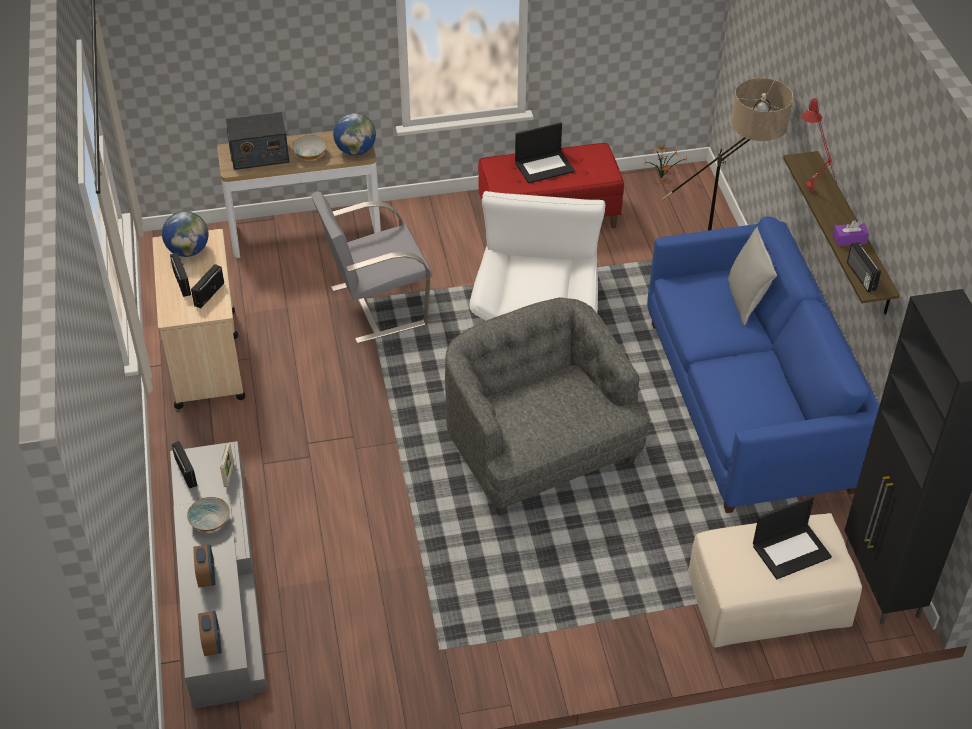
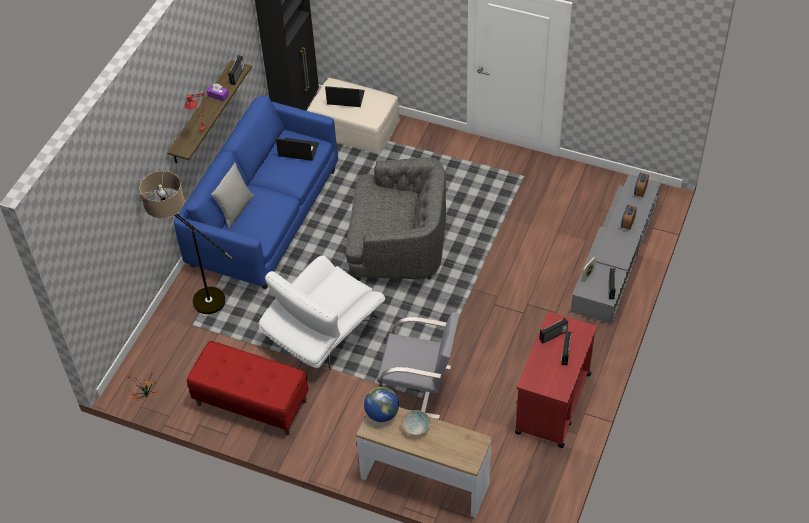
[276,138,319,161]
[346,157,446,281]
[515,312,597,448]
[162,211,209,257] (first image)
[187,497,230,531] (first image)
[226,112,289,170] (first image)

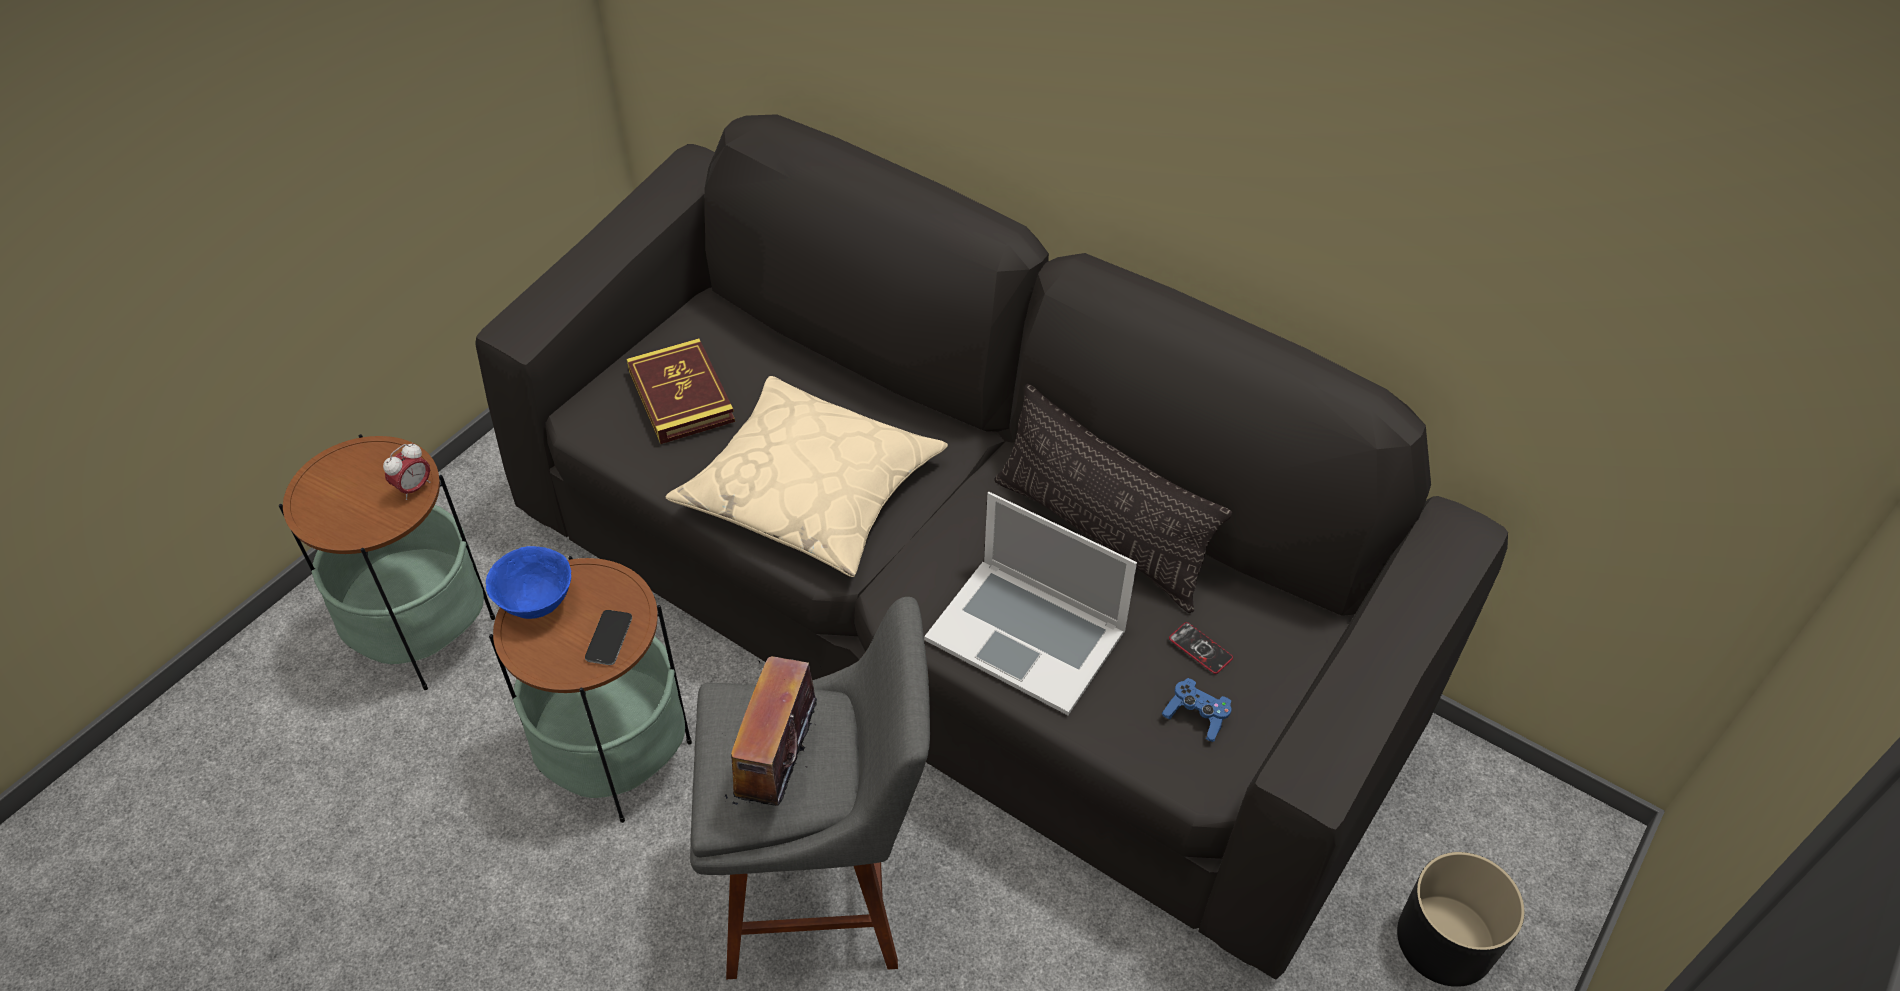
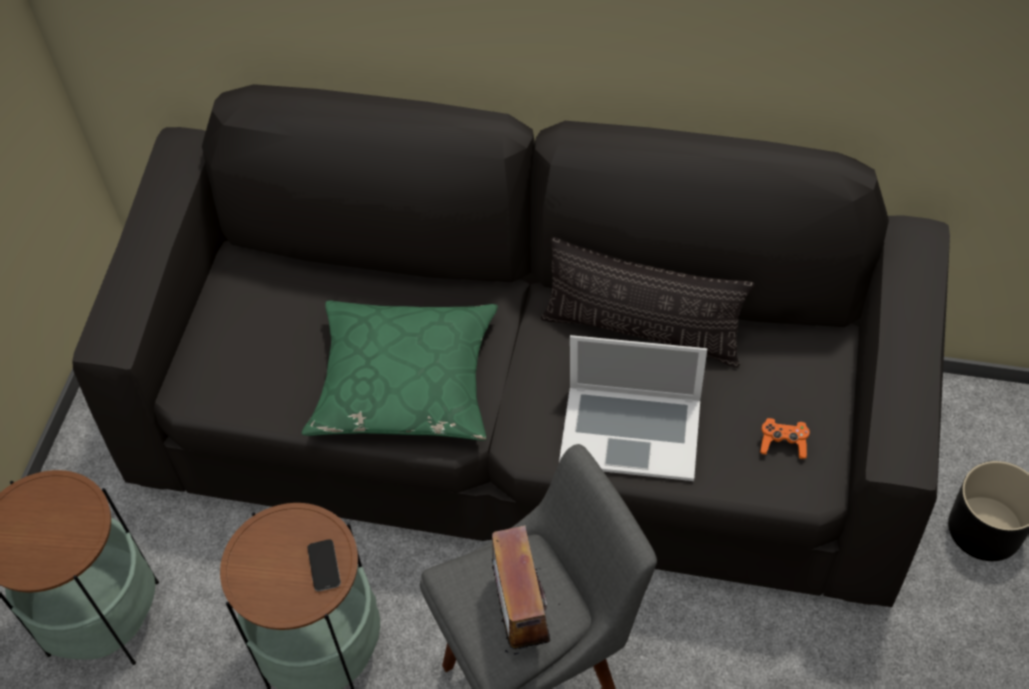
[302,300,498,441]
[760,418,810,459]
[383,443,430,500] (first image)
[486,546,571,619] (first image)
[627,338,735,444] (first image)
[1169,622,1233,674] (first image)

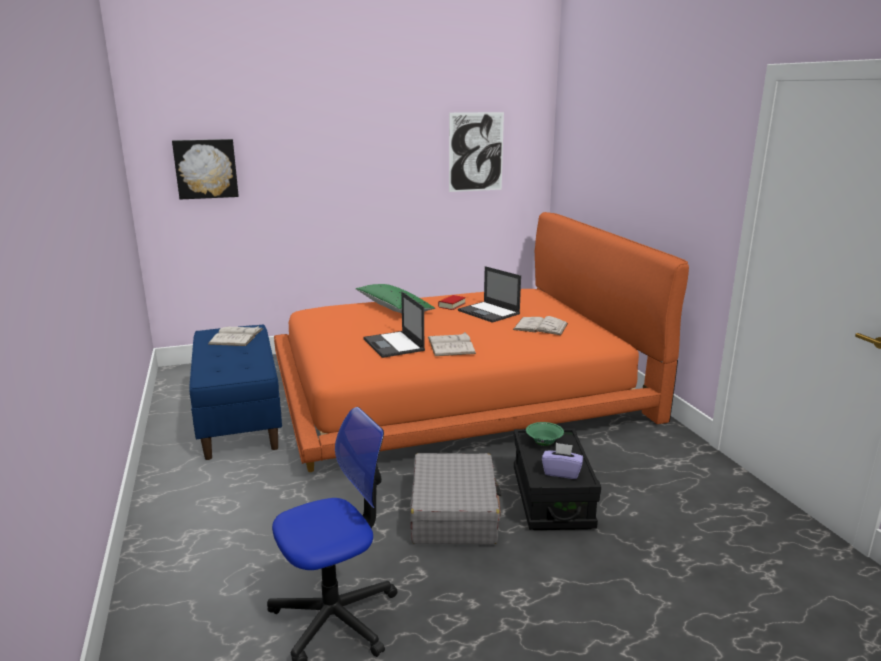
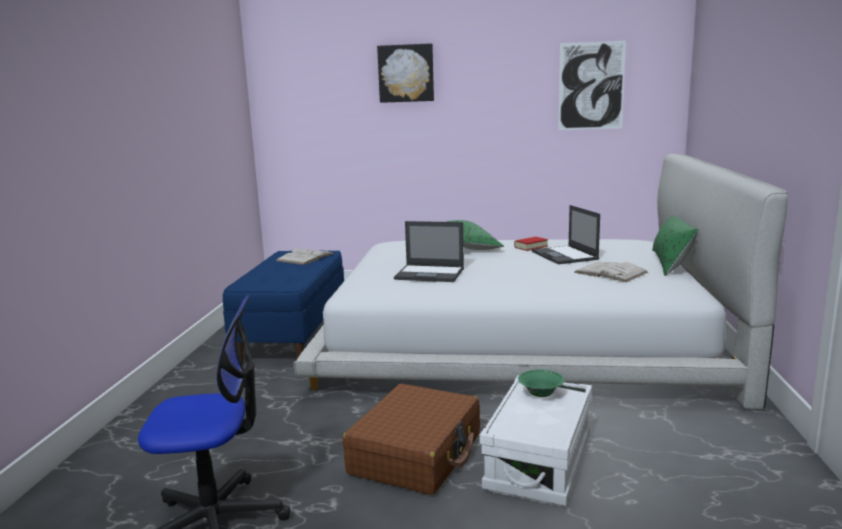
[294,154,788,409]
[343,384,480,495]
[377,43,434,103]
[394,221,464,282]
[480,375,592,506]
[652,215,699,276]
[428,332,476,356] (first image)
[542,443,583,479] (first image)

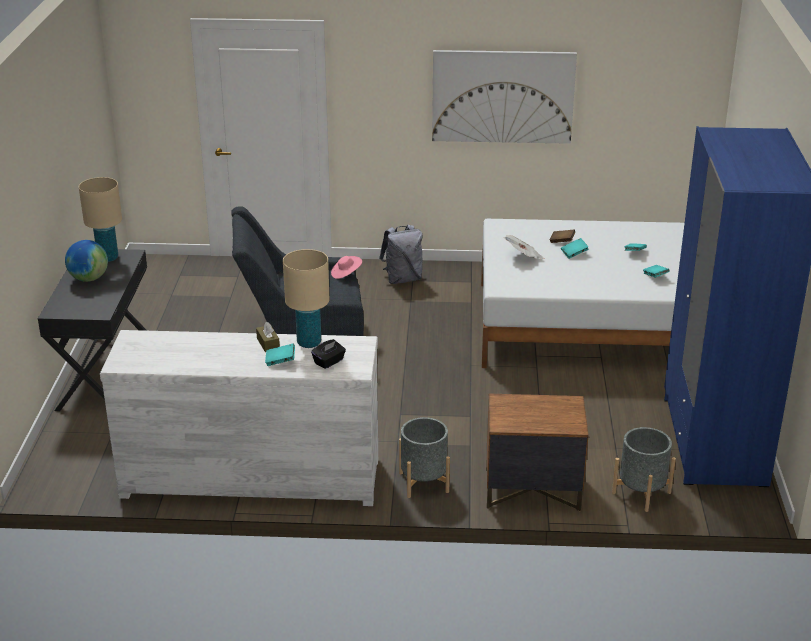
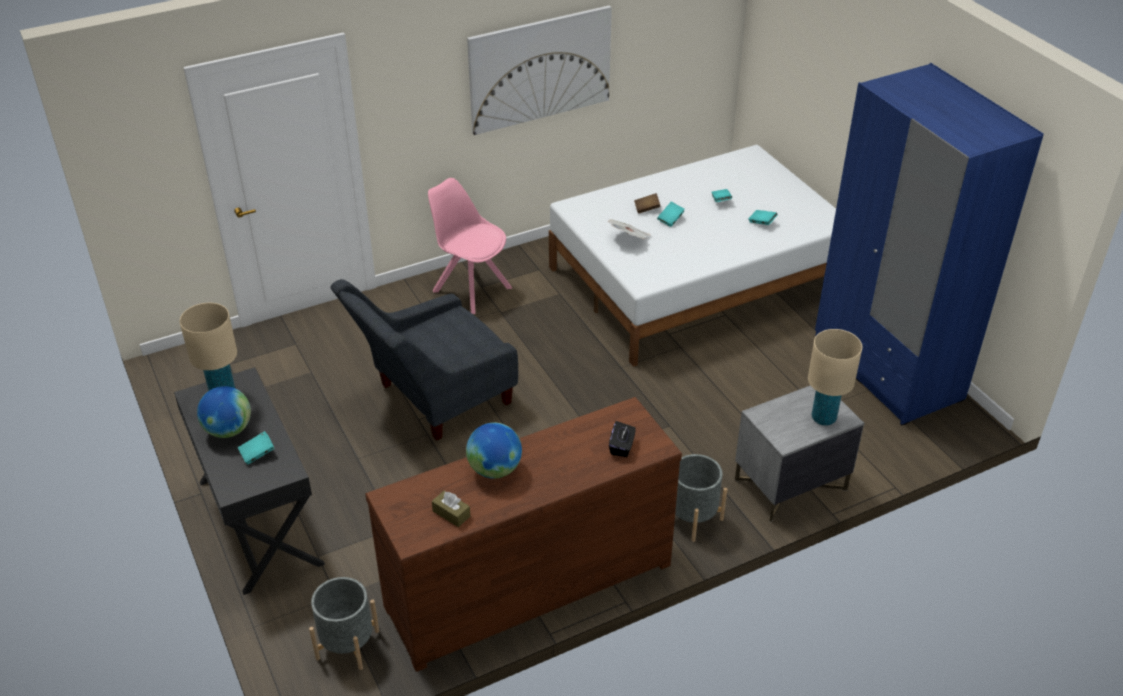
[238,431,275,464]
[309,577,379,670]
[365,397,682,672]
[428,178,512,314]
[432,491,470,527]
[466,423,522,479]
[735,385,864,522]
[808,329,862,426]
[331,256,362,279] (first image)

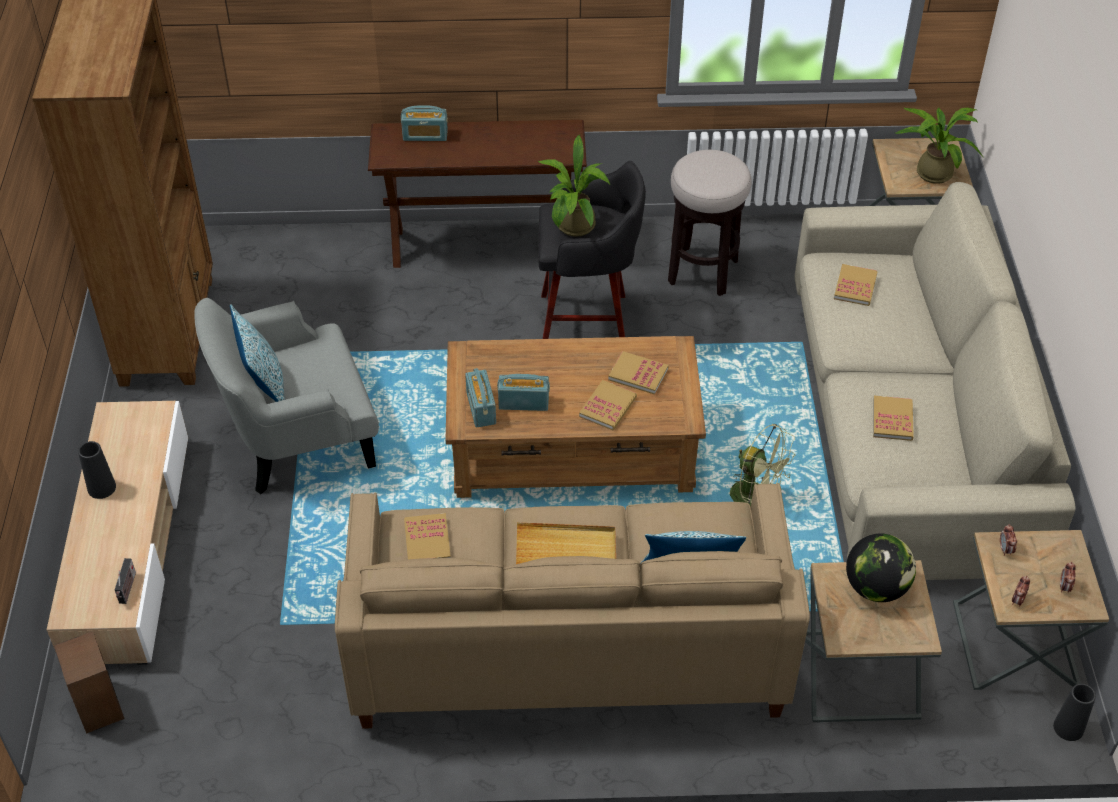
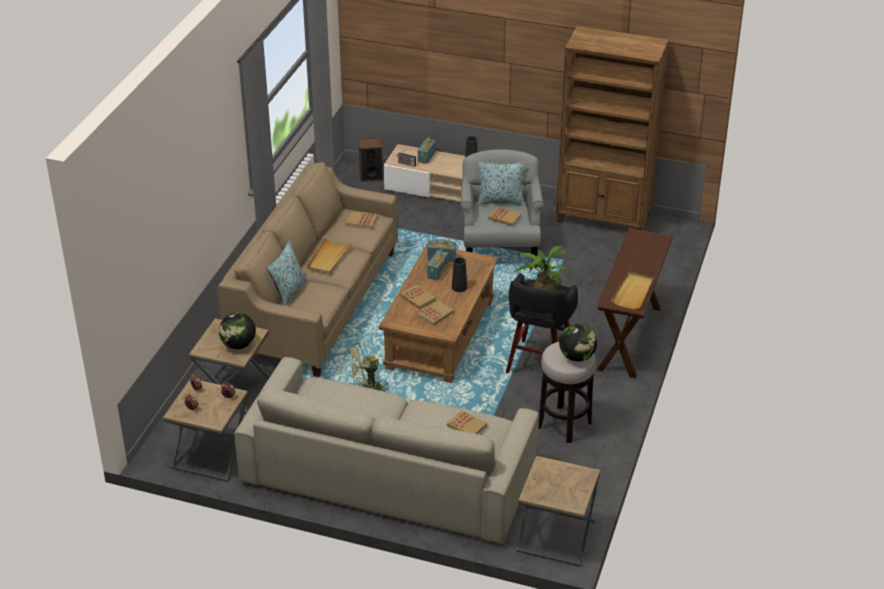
[418,137,436,164]
[452,257,467,292]
[488,206,521,226]
[559,324,597,362]
[611,271,654,309]
[895,107,984,184] (first image)

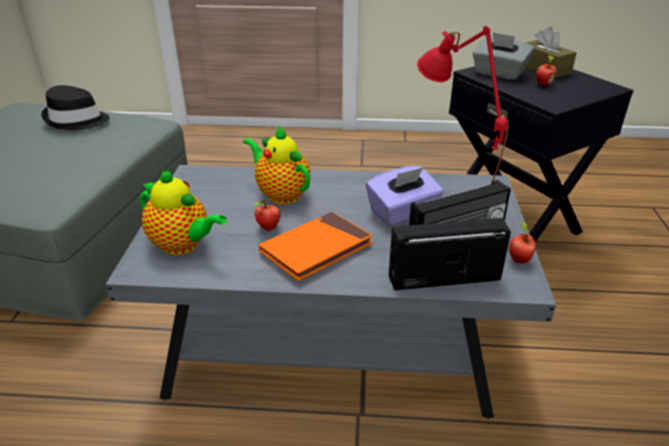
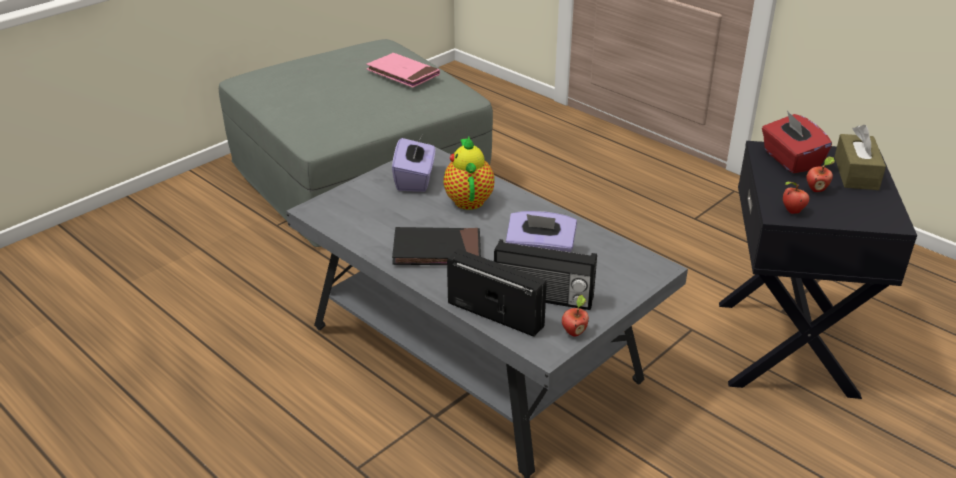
[366,53,440,88]
[392,135,435,192]
[392,227,481,265]
[762,111,832,173]
[783,182,809,214]
[140,169,227,255] (first image)
[417,26,509,184] (first image)

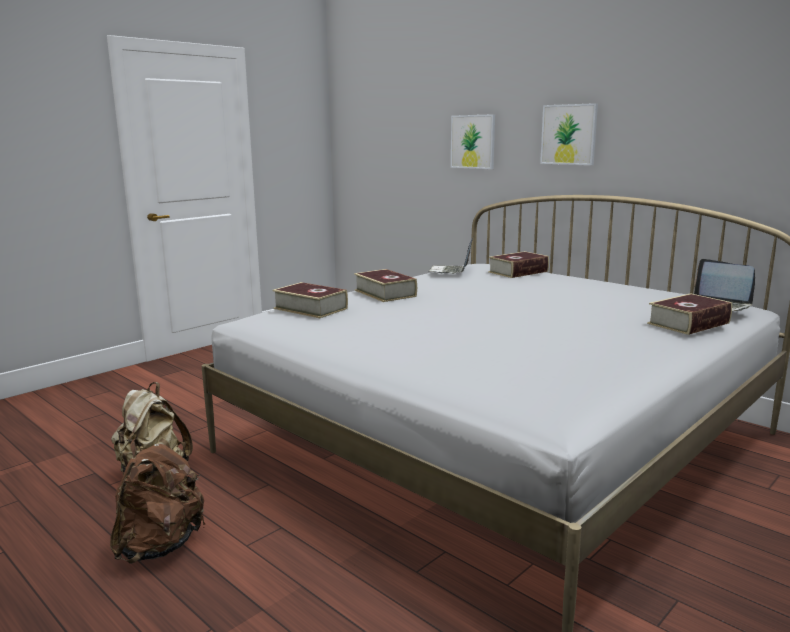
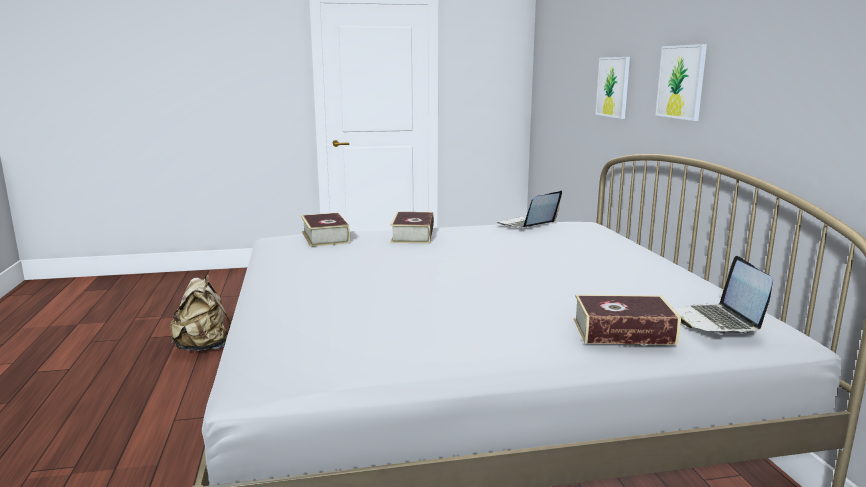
[110,439,206,563] (first image)
[488,251,549,278] (first image)

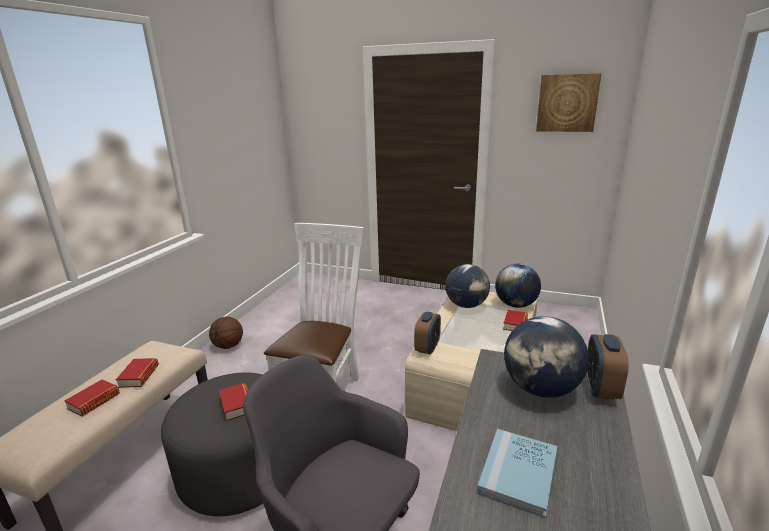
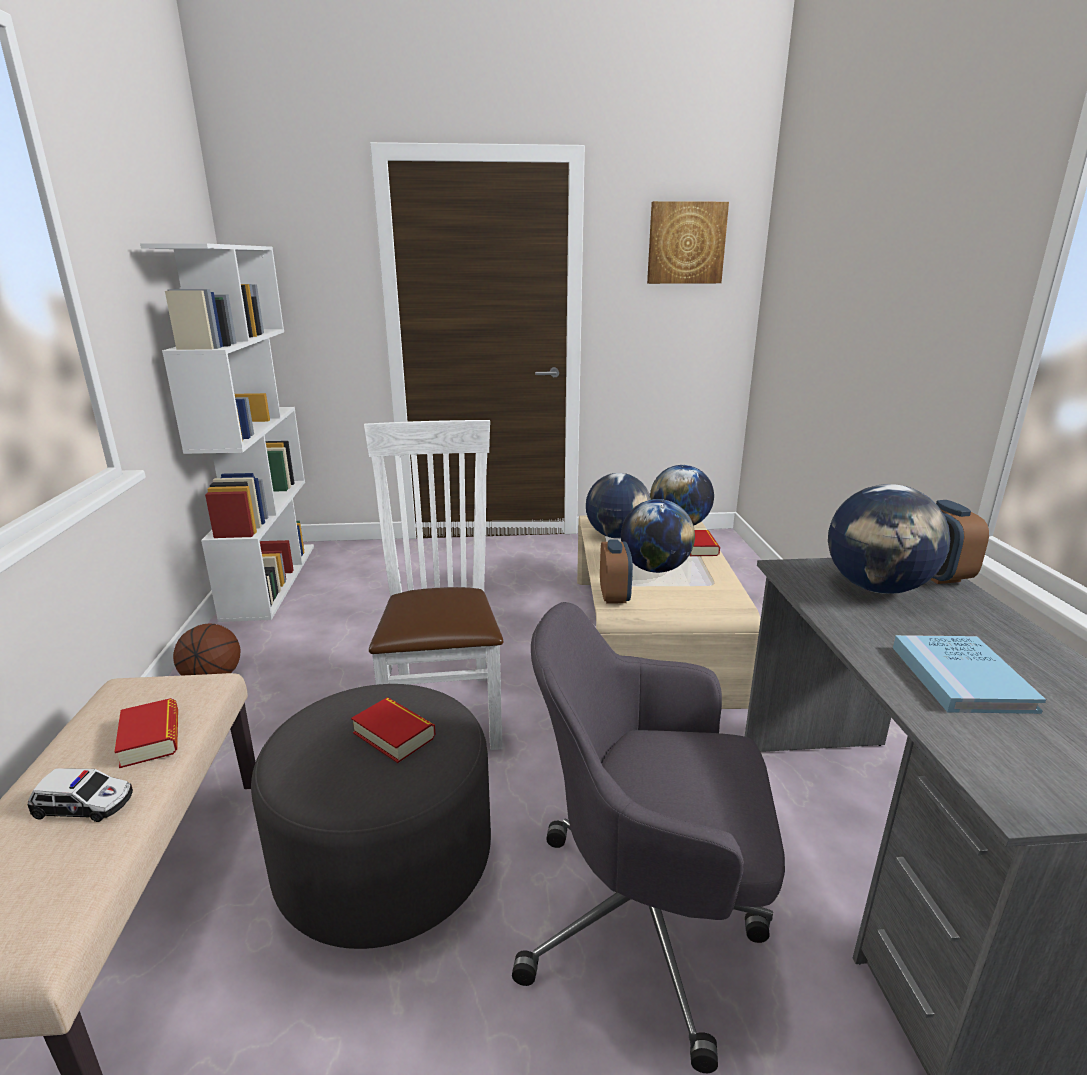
[28,768,133,822]
[140,243,314,622]
[621,499,695,573]

